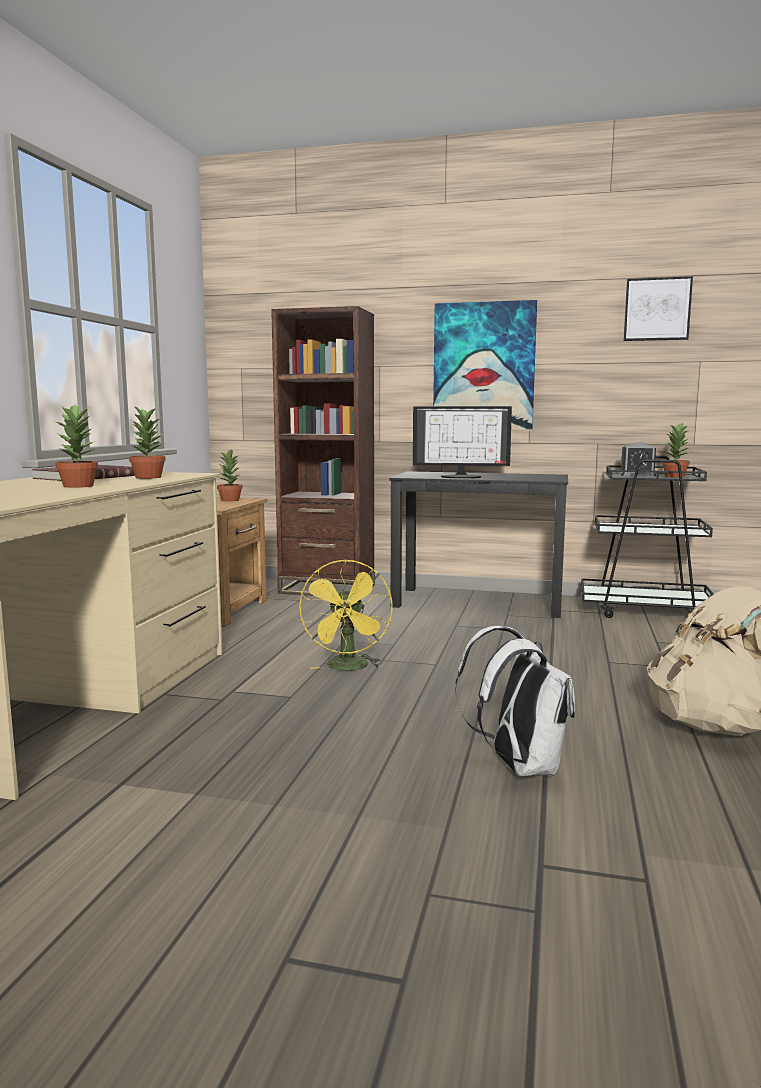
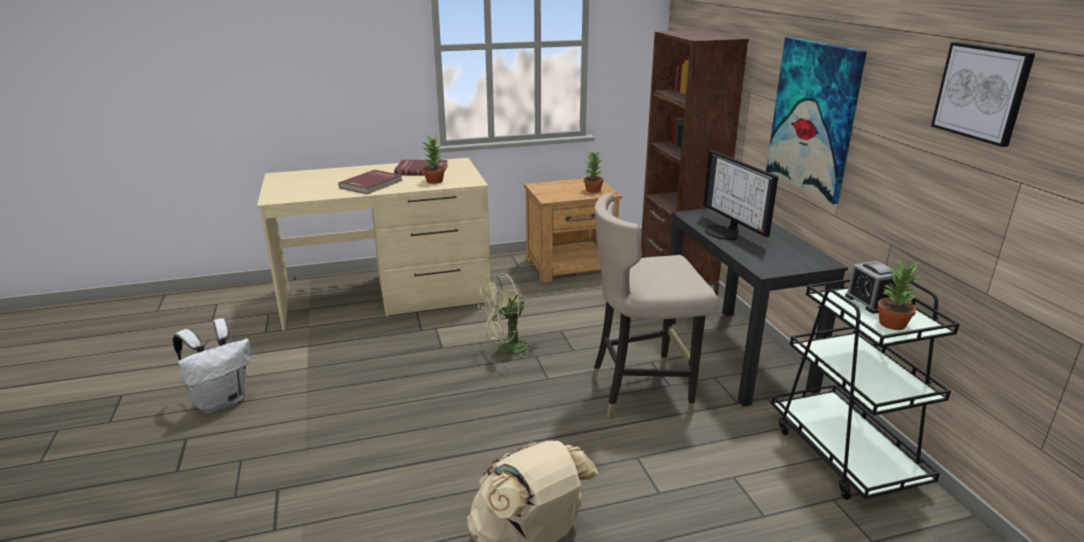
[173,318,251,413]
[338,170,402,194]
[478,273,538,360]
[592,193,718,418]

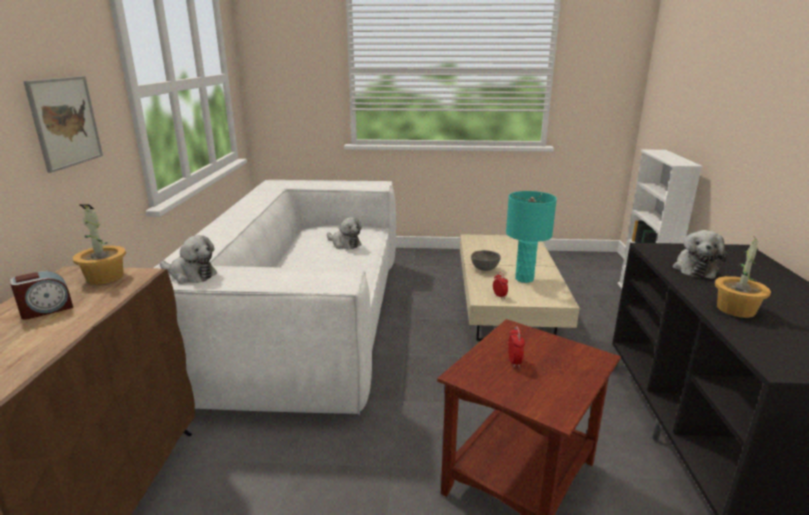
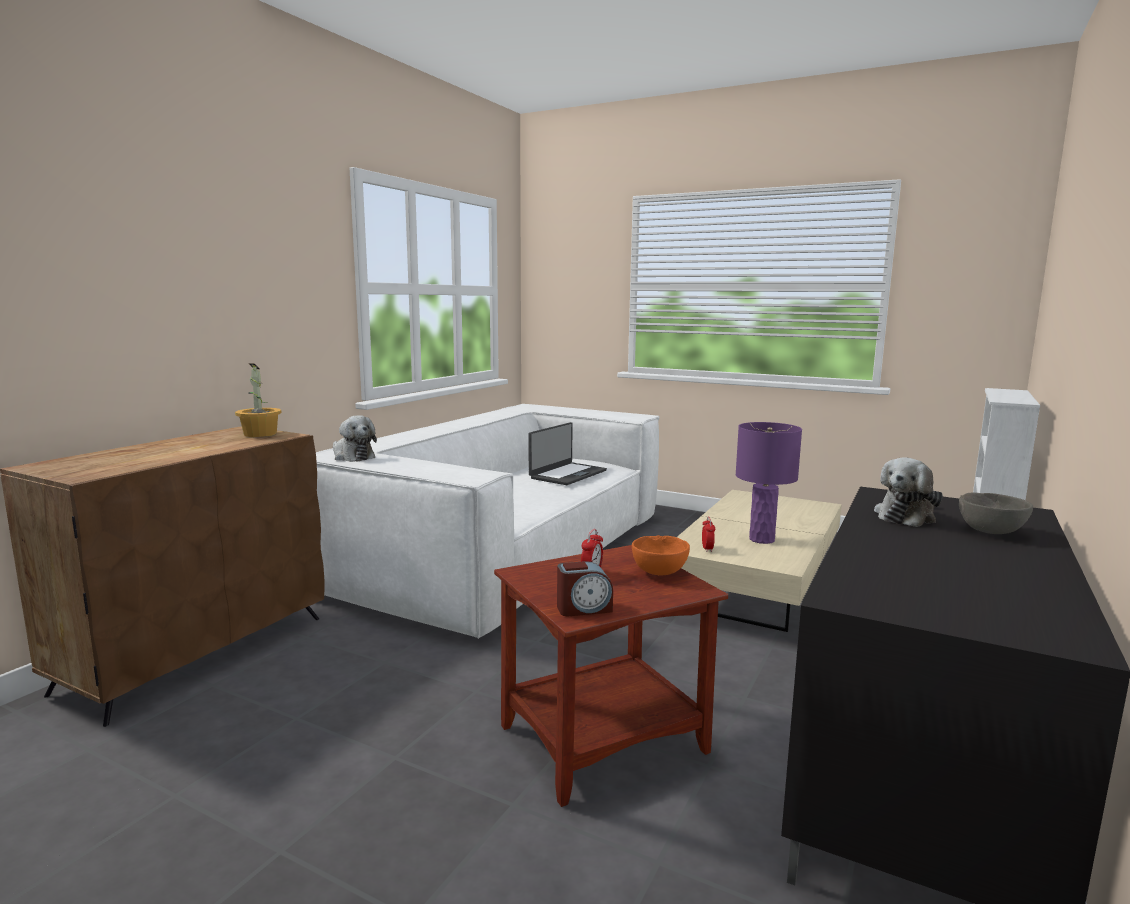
[529,422,607,485]
[557,561,613,616]
[632,535,690,576]
[735,422,802,544]
[959,492,1033,534]
[23,76,103,173] (first image)
[715,238,771,318] (first image)

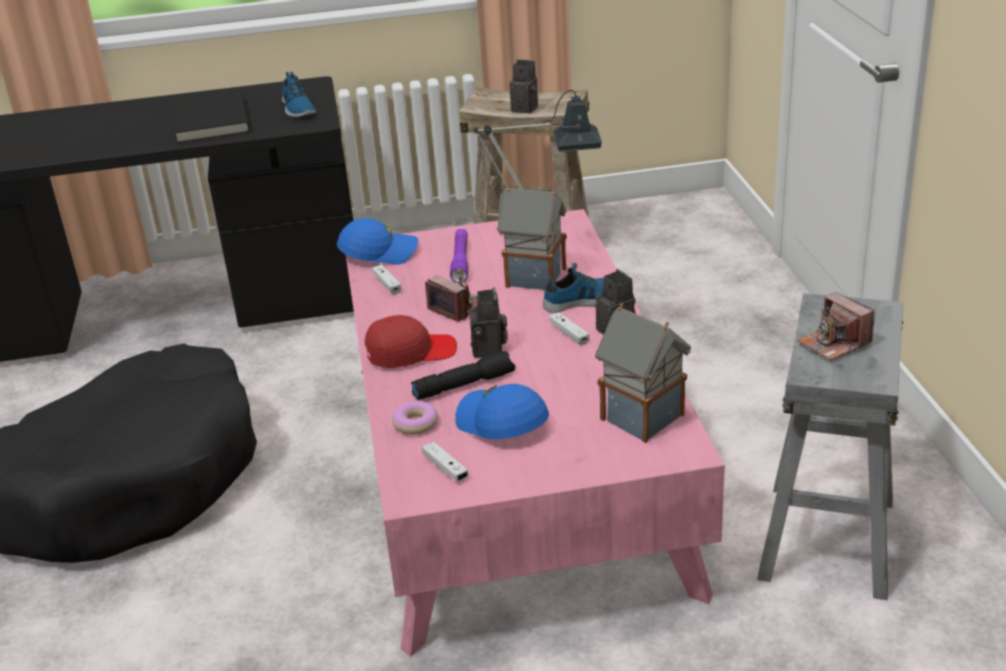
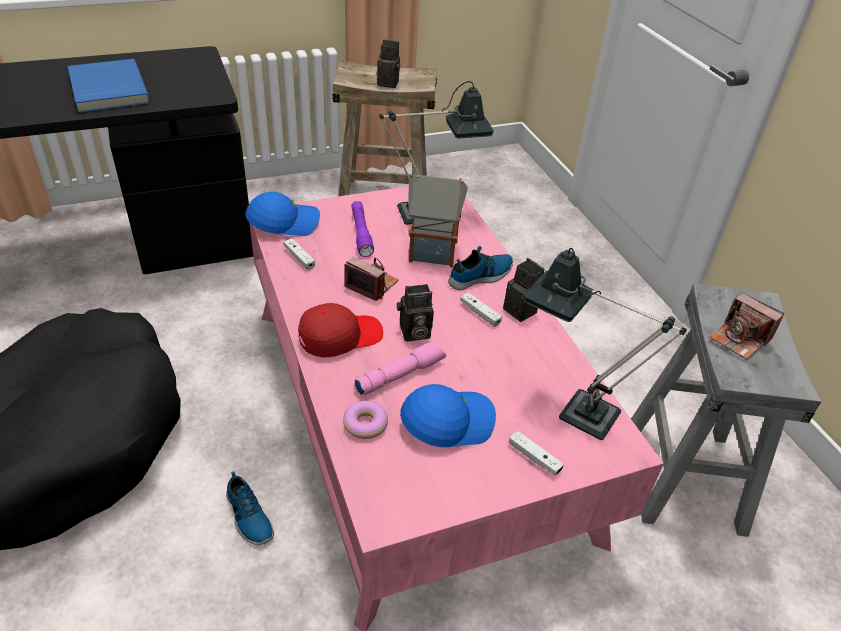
[68,59,150,113]
[226,471,274,545]
[354,341,446,396]
[397,284,434,341]
[400,384,496,447]
[509,431,564,476]
[524,248,687,440]

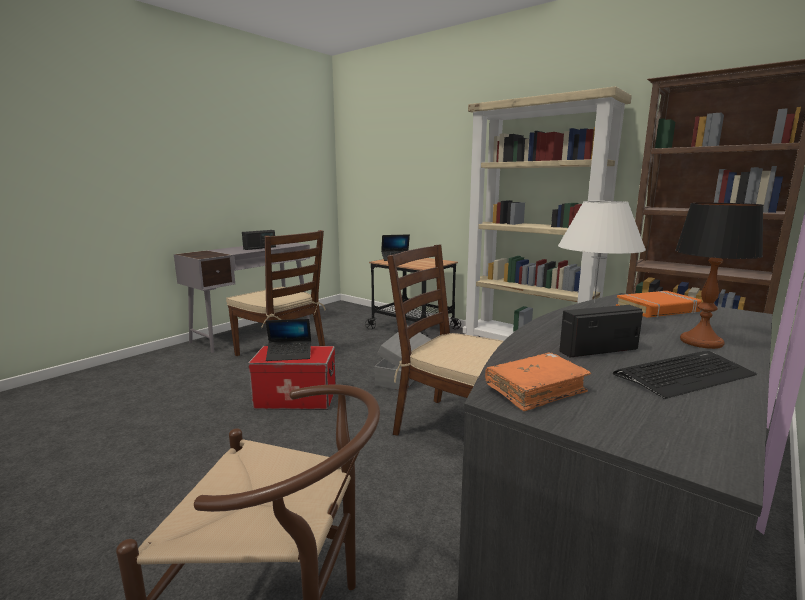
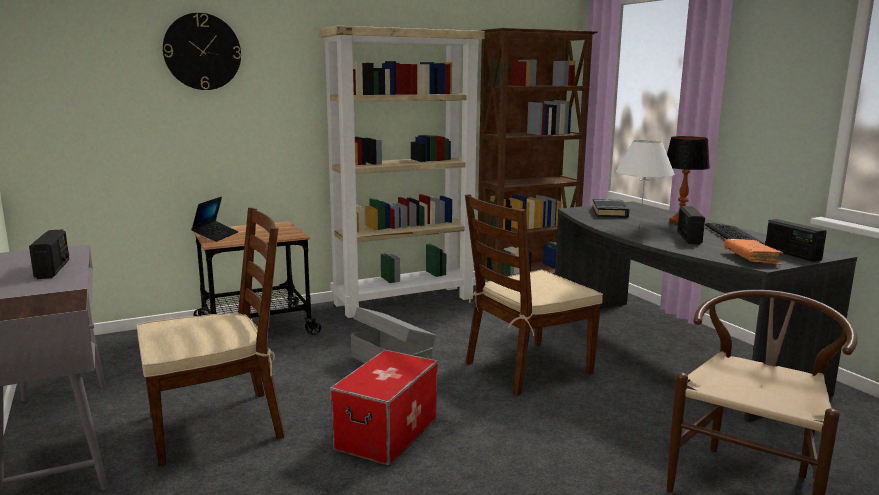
[163,13,241,90]
[592,199,630,218]
[765,219,827,262]
[266,319,311,361] (first image)

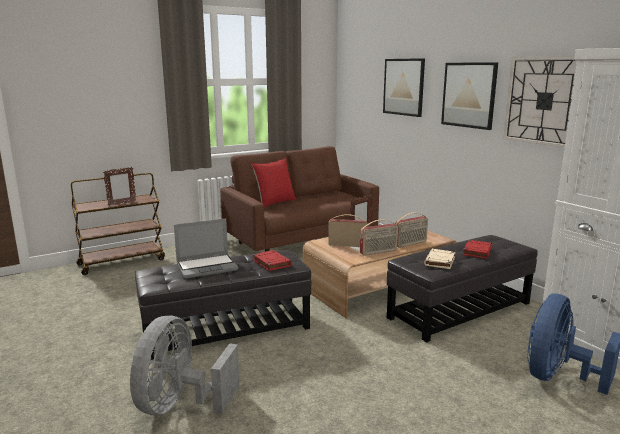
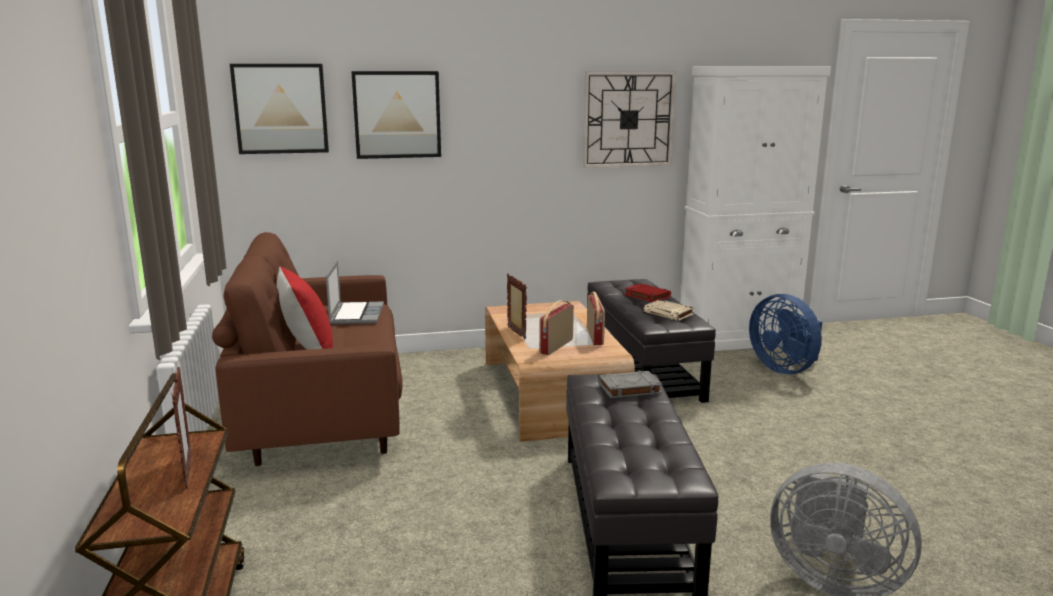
[230,64,329,154]
[326,260,384,324]
[598,371,662,398]
[395,213,428,248] (first image)

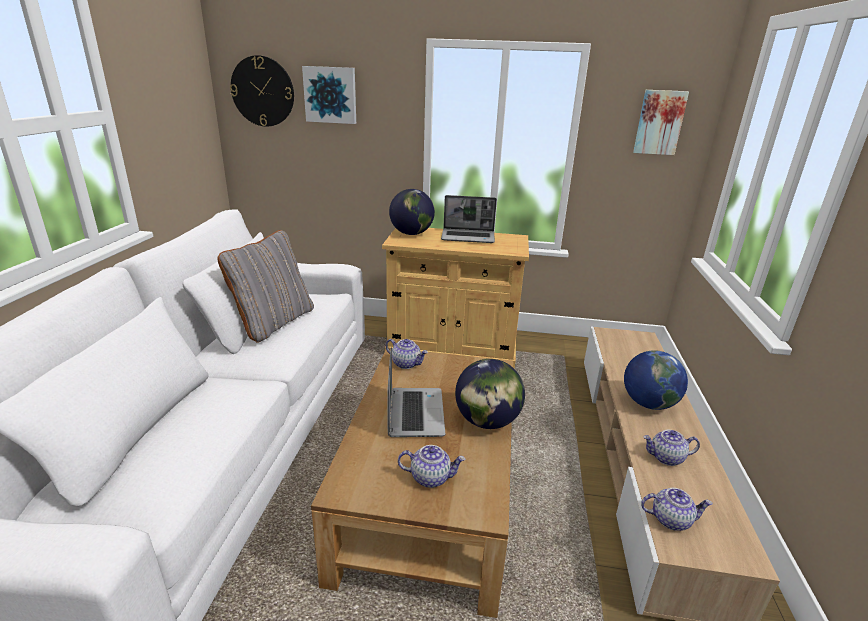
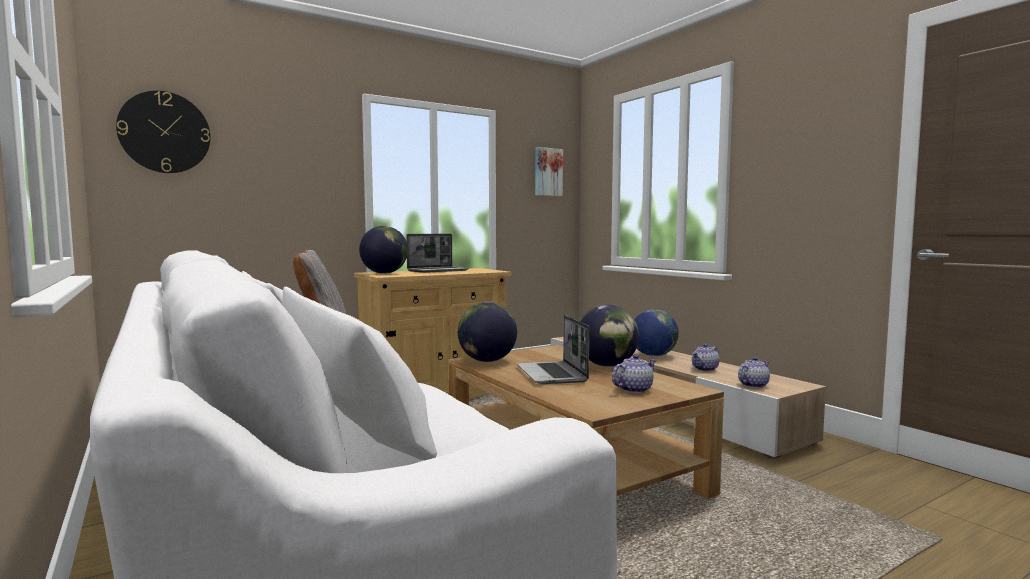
[458,302,517,362]
[517,315,589,384]
[302,66,356,124] (first image)

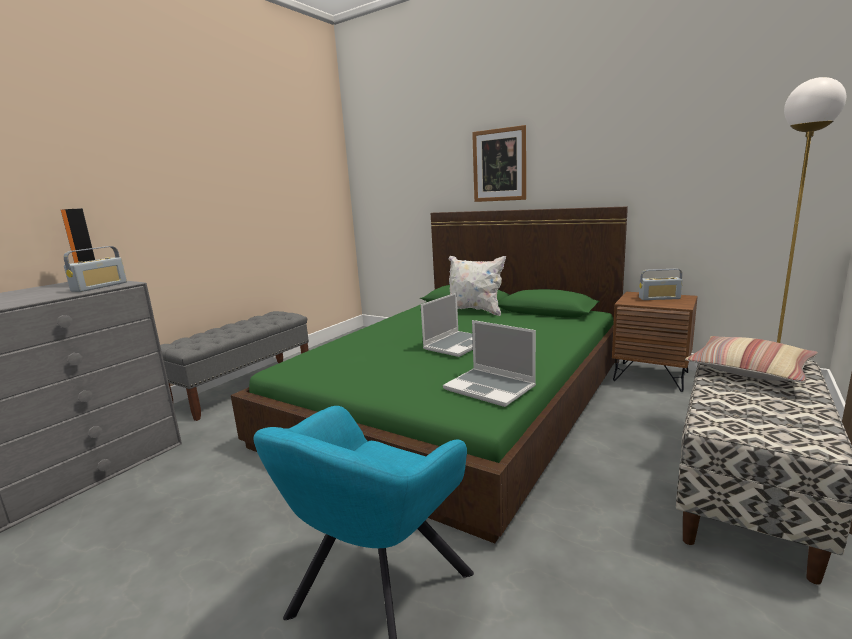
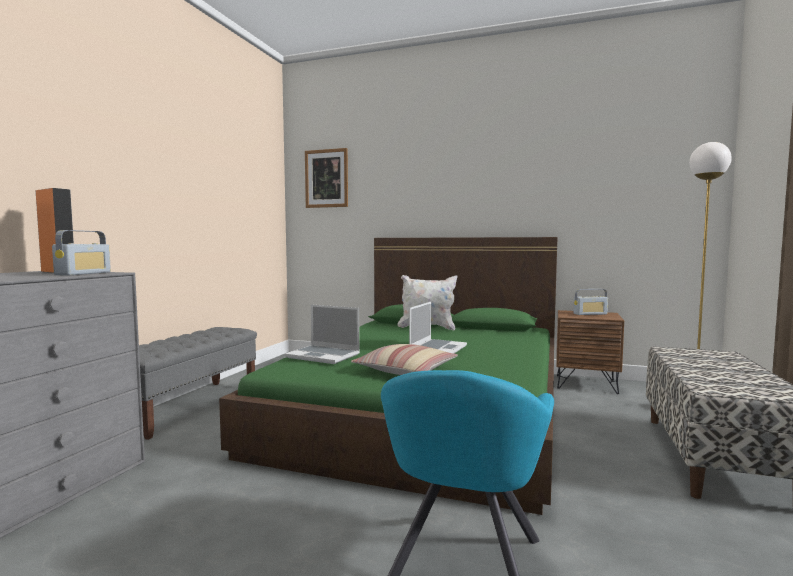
[285,304,360,364]
[305,148,348,208]
[351,344,458,375]

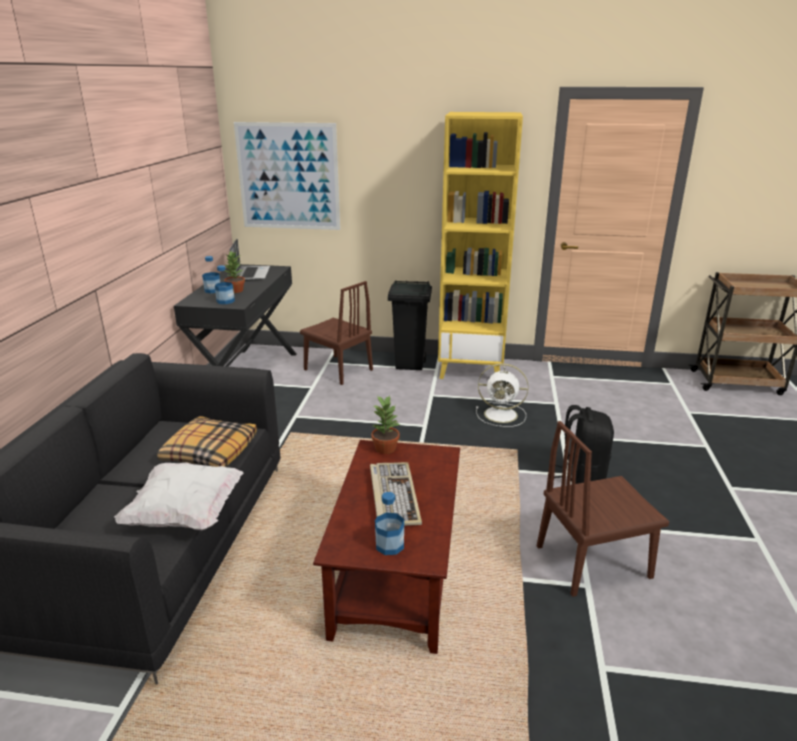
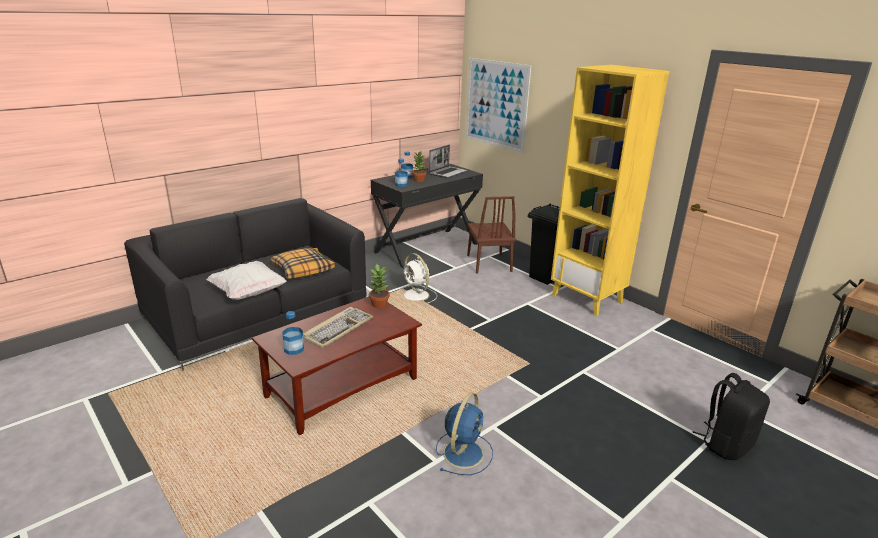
[397,253,437,303]
[436,392,493,475]
[692,373,770,460]

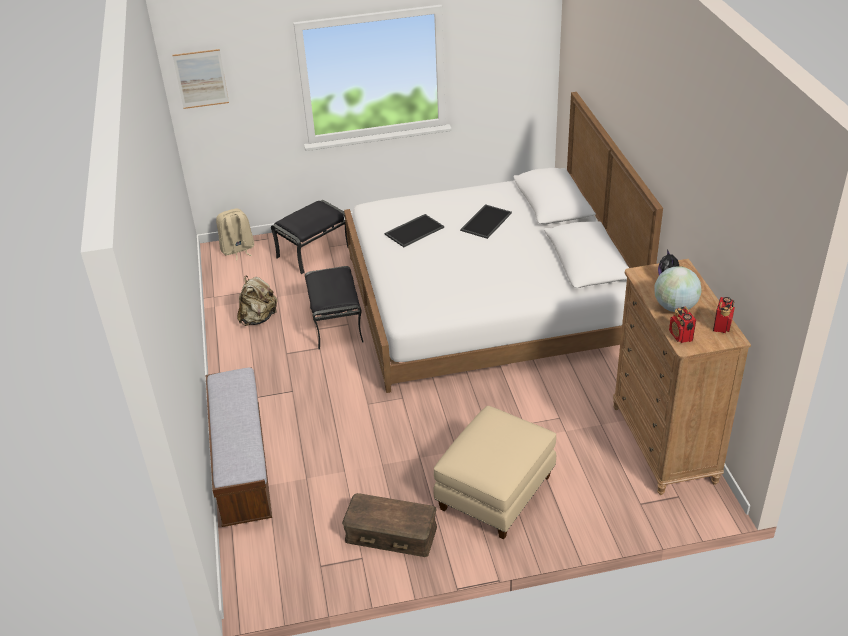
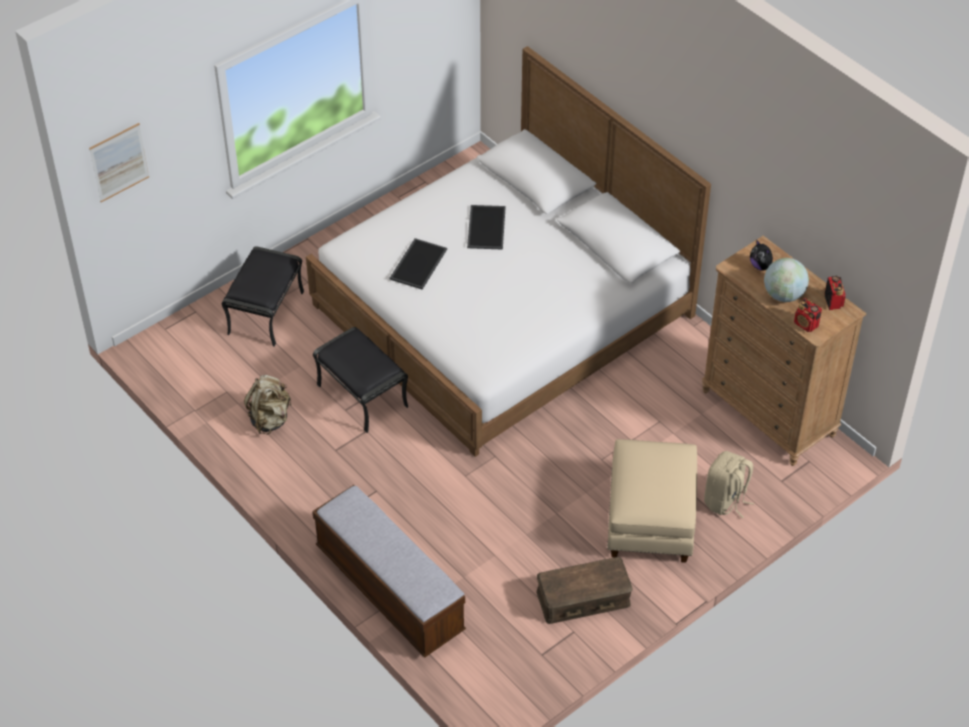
[704,451,754,518]

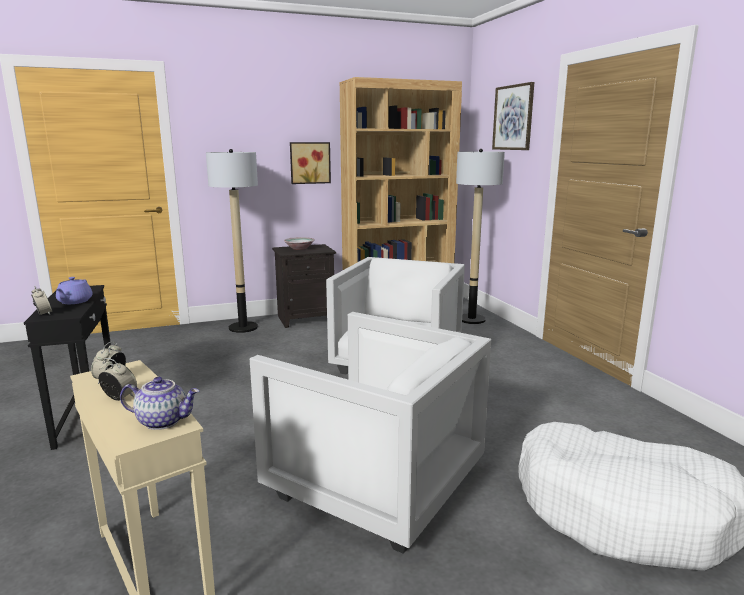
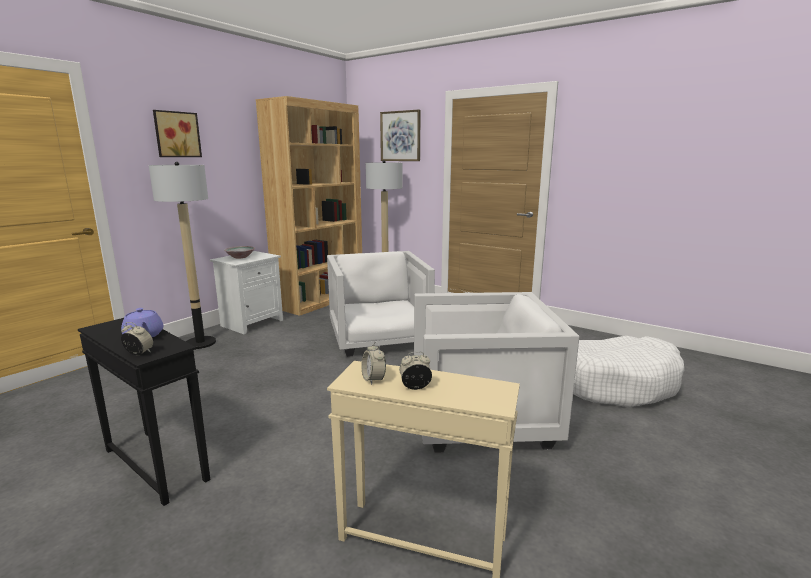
[153,110,202,157]
[210,251,283,334]
[120,377,199,430] (first image)

